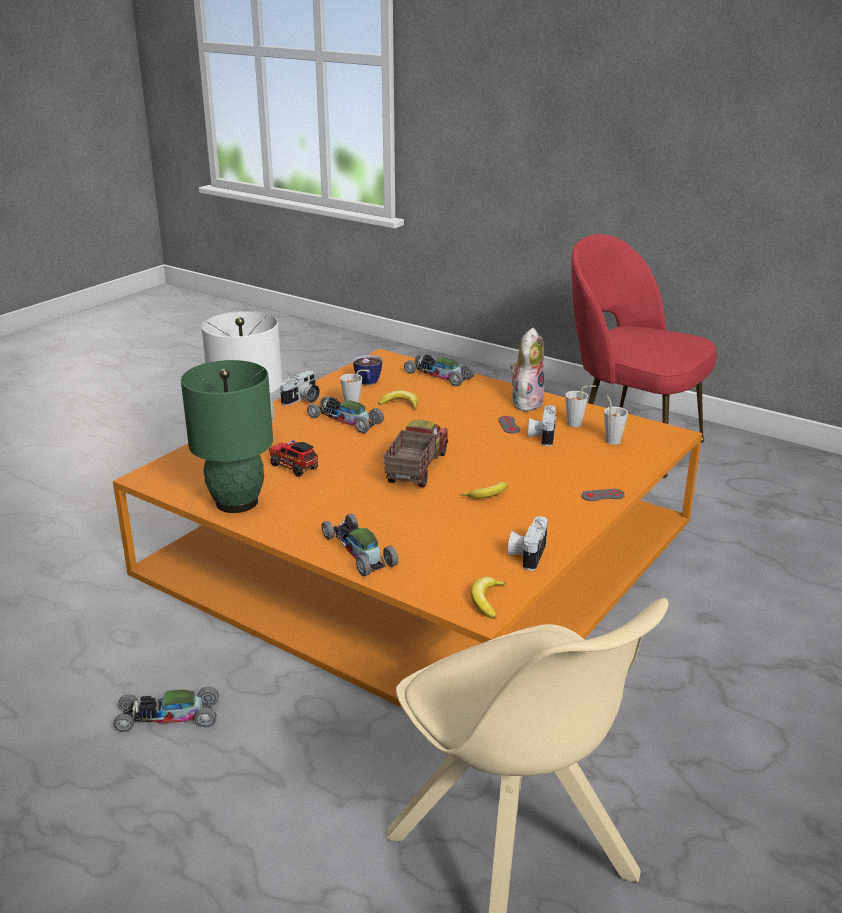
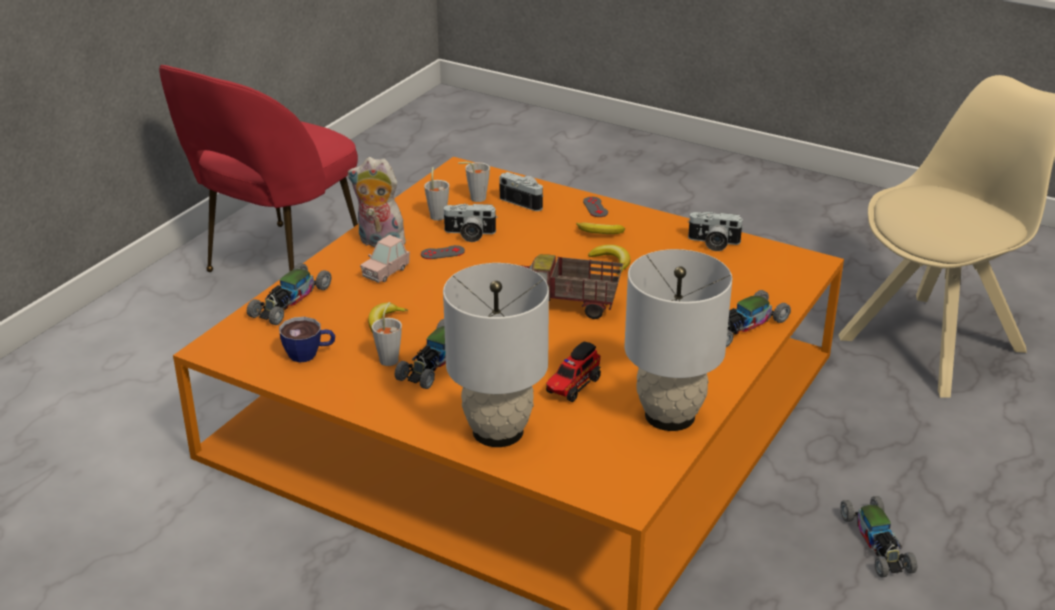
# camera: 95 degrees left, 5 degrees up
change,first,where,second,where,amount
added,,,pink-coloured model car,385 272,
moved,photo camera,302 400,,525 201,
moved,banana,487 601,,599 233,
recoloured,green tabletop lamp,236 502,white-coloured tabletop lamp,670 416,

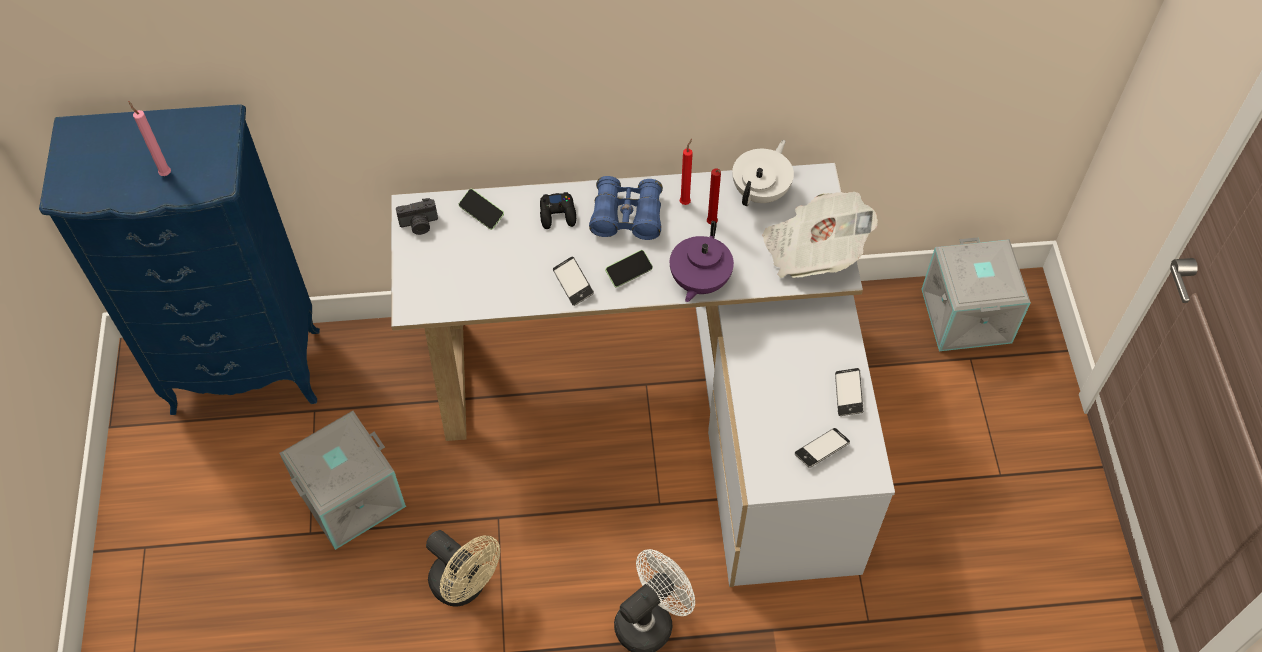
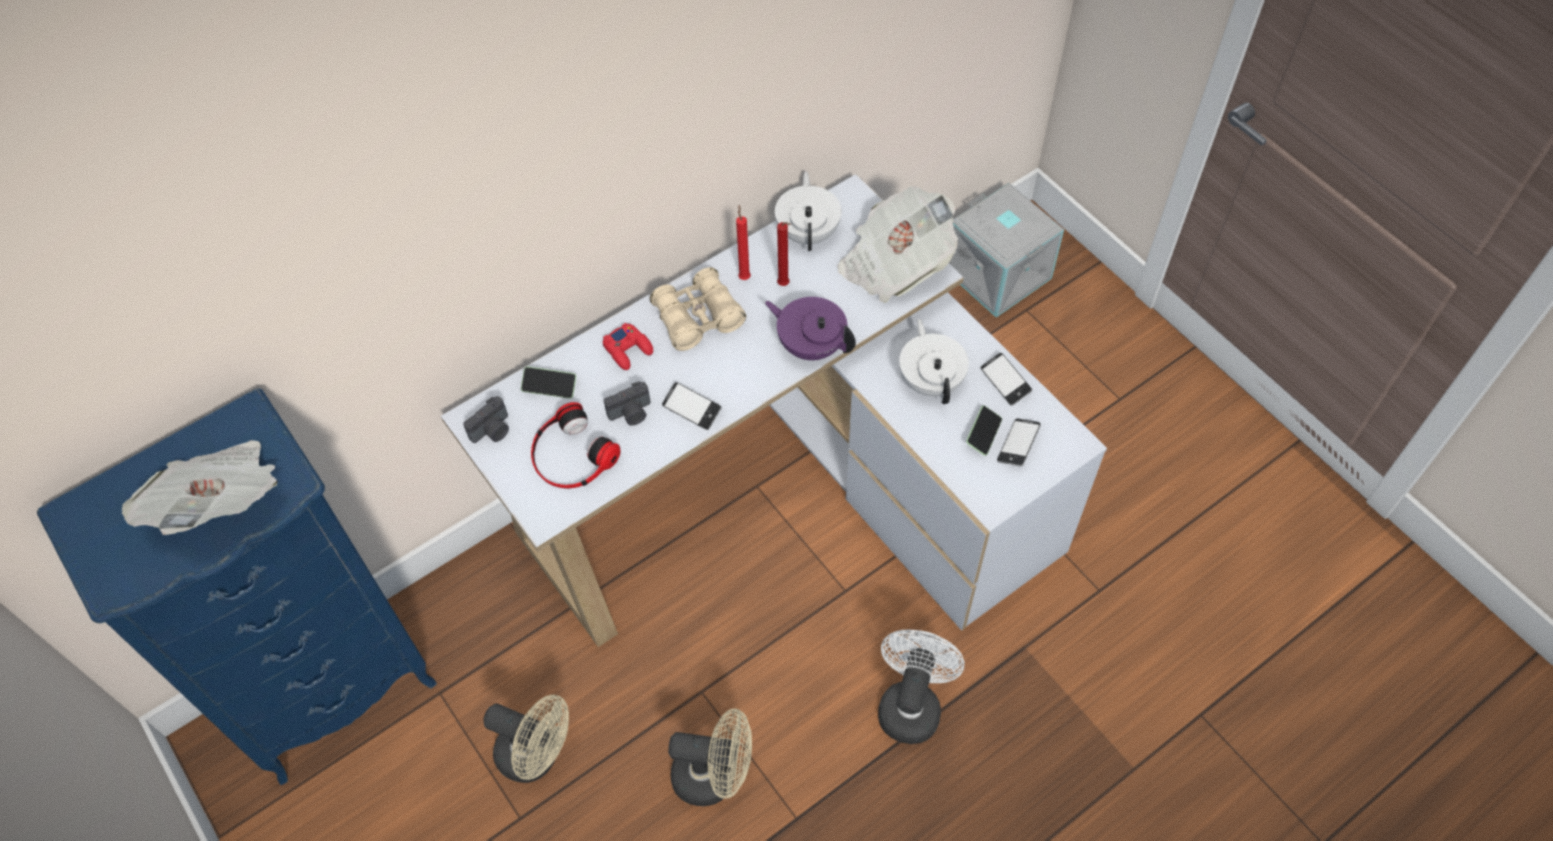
# camera: 30 degrees left, 0 degrees up
change,first,where,second,where,amount
added,,,pair of headphones,571 455,
added,,,photo camera,631 414,
added,,,white-coloured tea pot,931 380,
moved,telephone,629 272,,983 434,
replaced,pink-coloured wax candle,165 173,daily paper,221 504,
replaced,grey storage container,350 495,sand-coloured cooling fan,537 756,
recoloured,black game controller,558 214,reddish game controller,628 349,
recoloured,blue-coloured pair of binoculars,627 216,sand-coloured pair of binoculars,698 318,
turned,purplish tea pot,699 281,,811 345,135 degrees clockwise

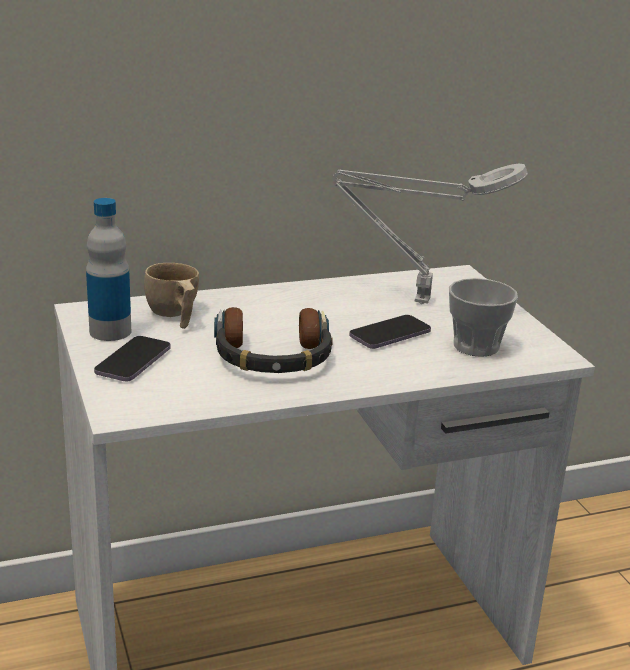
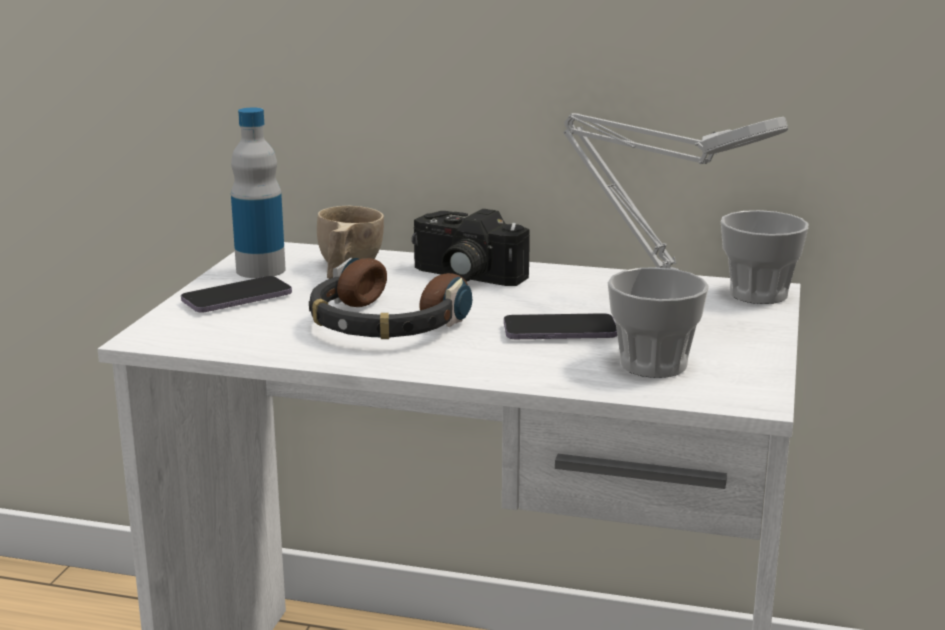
# camera: 35 degrees right, 5 degrees down
change,first,where,second,where,amount
added,,,photo camera,463 276,
added,,,cup,758 294,

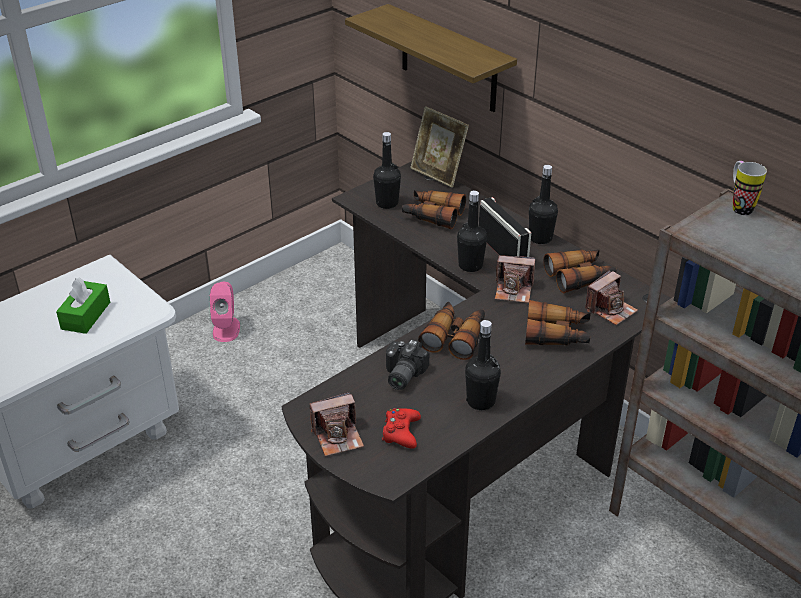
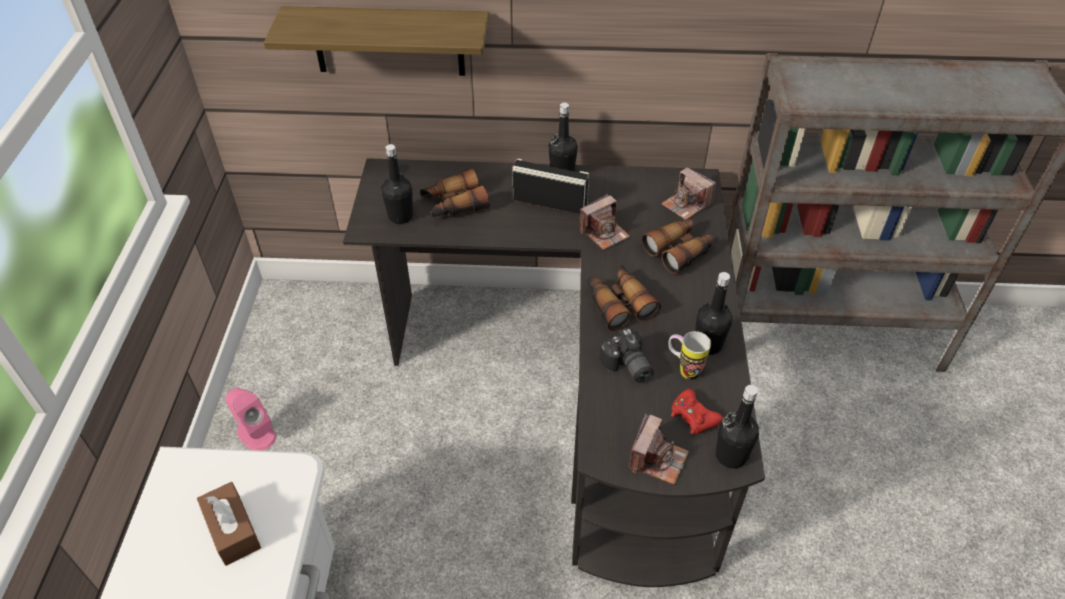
# camera: 45 degrees left, 10 degrees up
change,first,where,second,where,amount
removed,photo frame,438 174,,,
removed,pair of binoculars,580 277,,,
moved,black drink bottle,470 265,,731 456,
moved,coffee mug,739 206,,683 369,
recoloured,green tissue box,86 315,brown tissue box,232 530,
turned,photo camera,610 310,,686 204,135 degrees clockwise

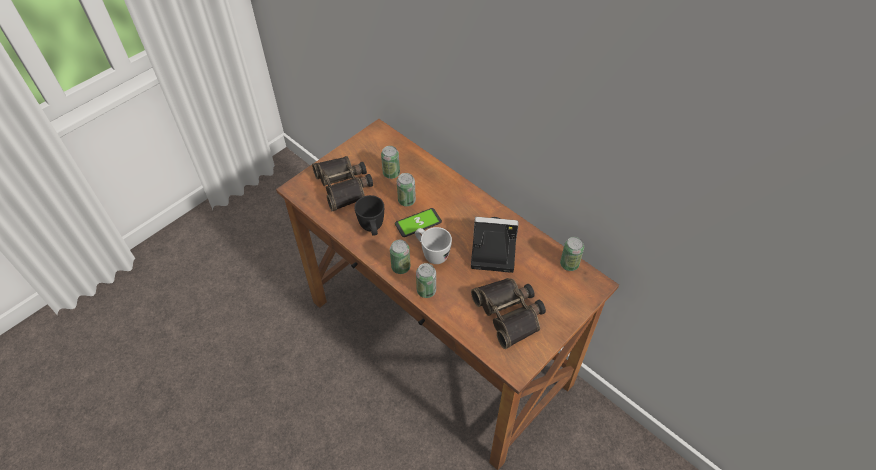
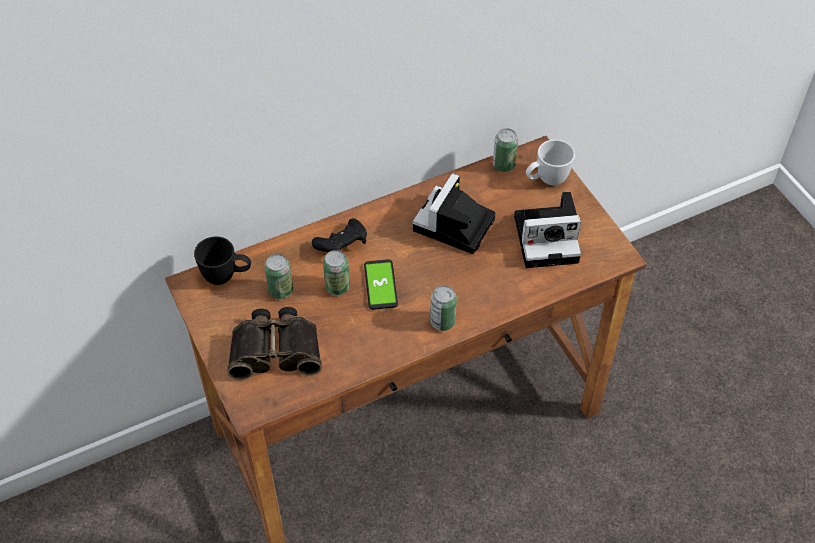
# camera: 70 degrees left, 0 degrees up
change,first,where,second,where,amount
removed,can,426 290,,,
added,,,black game controller,342 245,
moved,black coffee mug,372 229,,226 276,
moved,white-coloured coffee mug,431 254,,546 180,
replaced,pair of binoculars,510 313,photo camera,549 238,

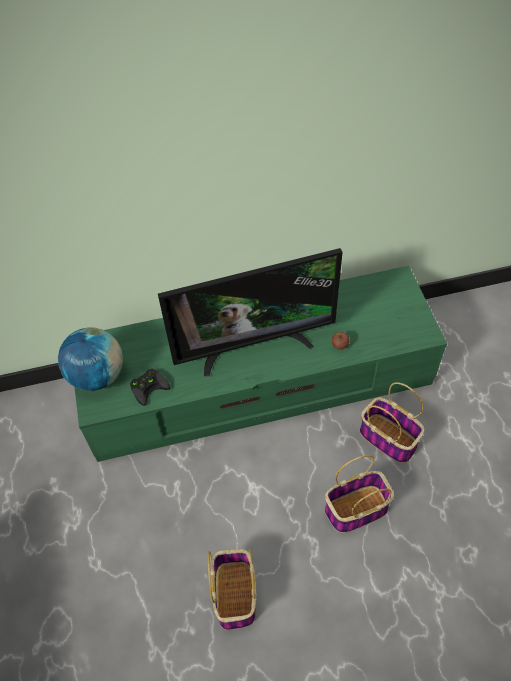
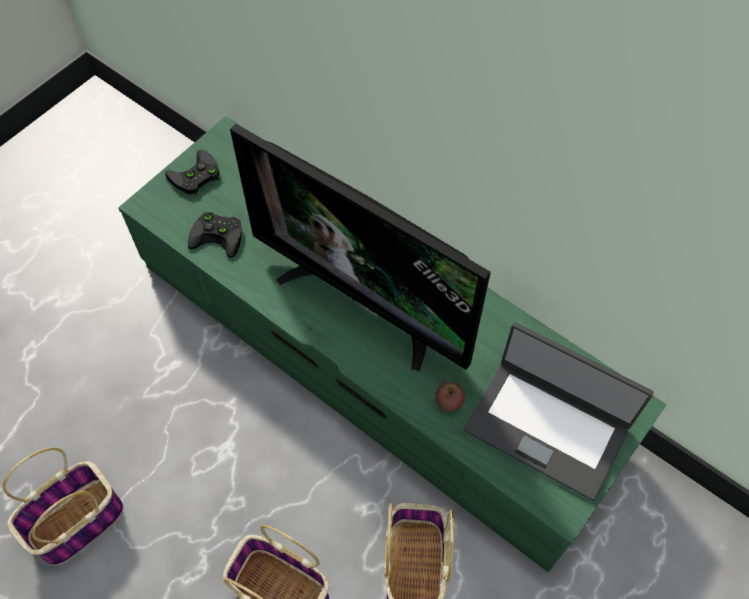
# camera: 50 degrees right, 5 degrees up
change,first,where,second,where,amount
added,,,laptop,547 427,
replaced,globe,97 376,black game controller,195 177,

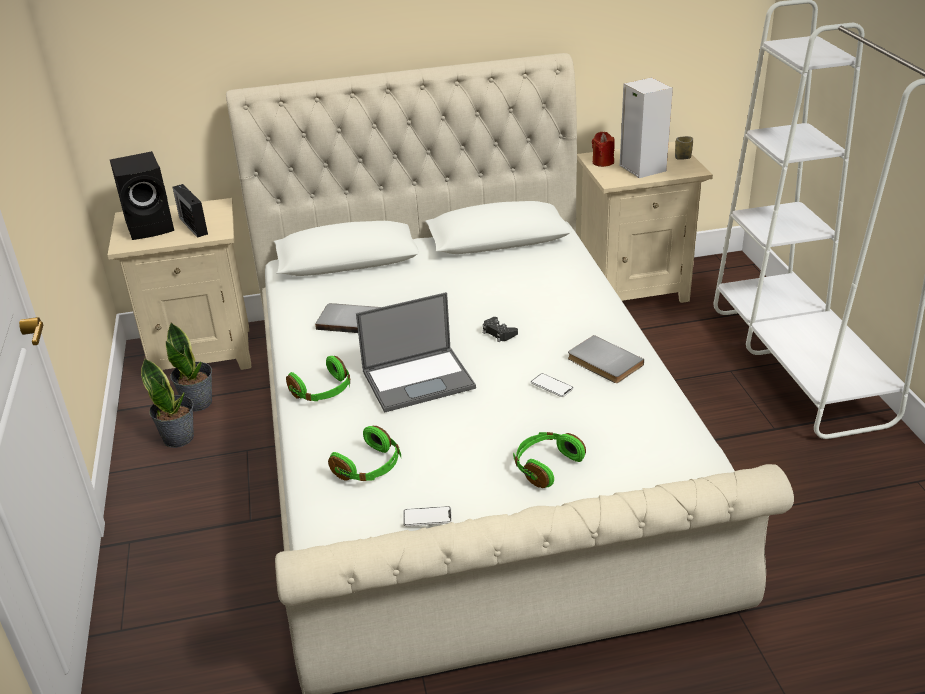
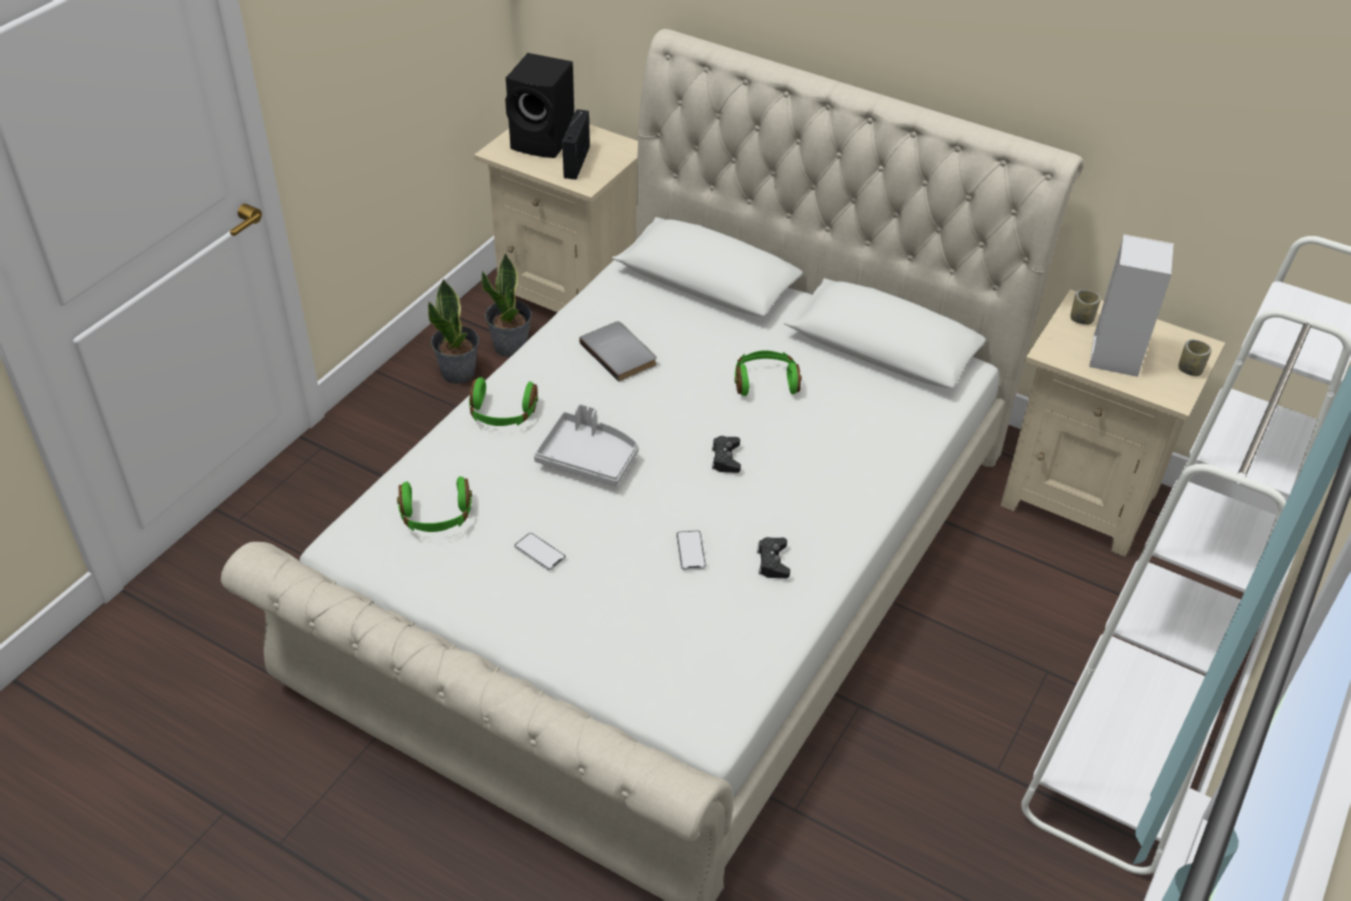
# camera: 40 degrees right, 10 degrees up
change,first,where,second,where,amount
moved,telephone,427 517,,540 552,
moved,green pair of headphones,546 465,,765 381,
replaced,laptop,419 379,grey carrying tray,588 458,
replaced,grey bound book,603 363,black game controller,772 562,
replaced,reddish wax candle,602 162,cup,1081 319,

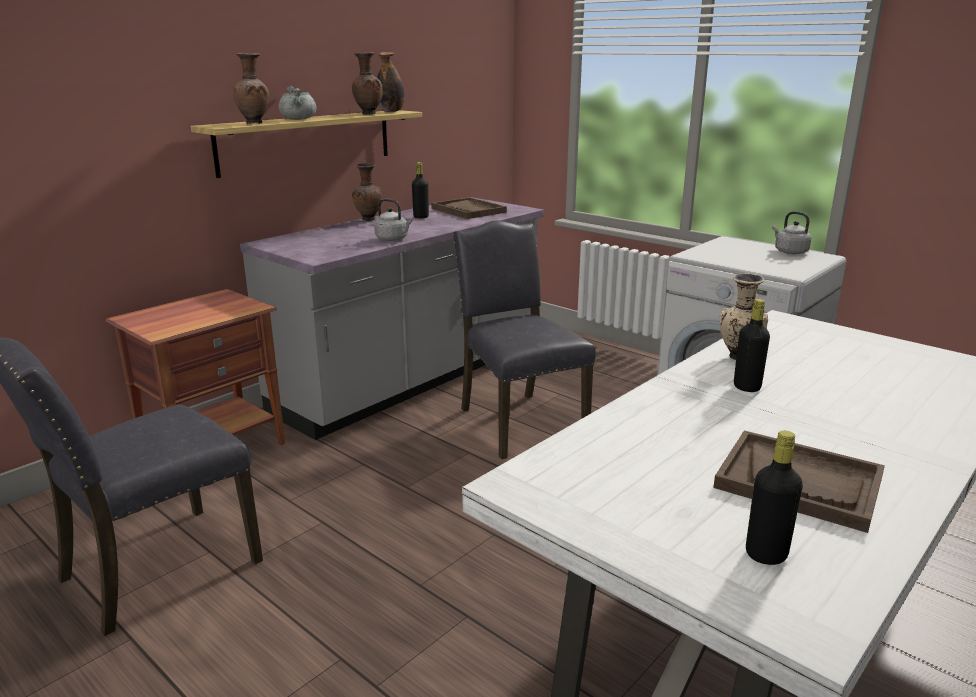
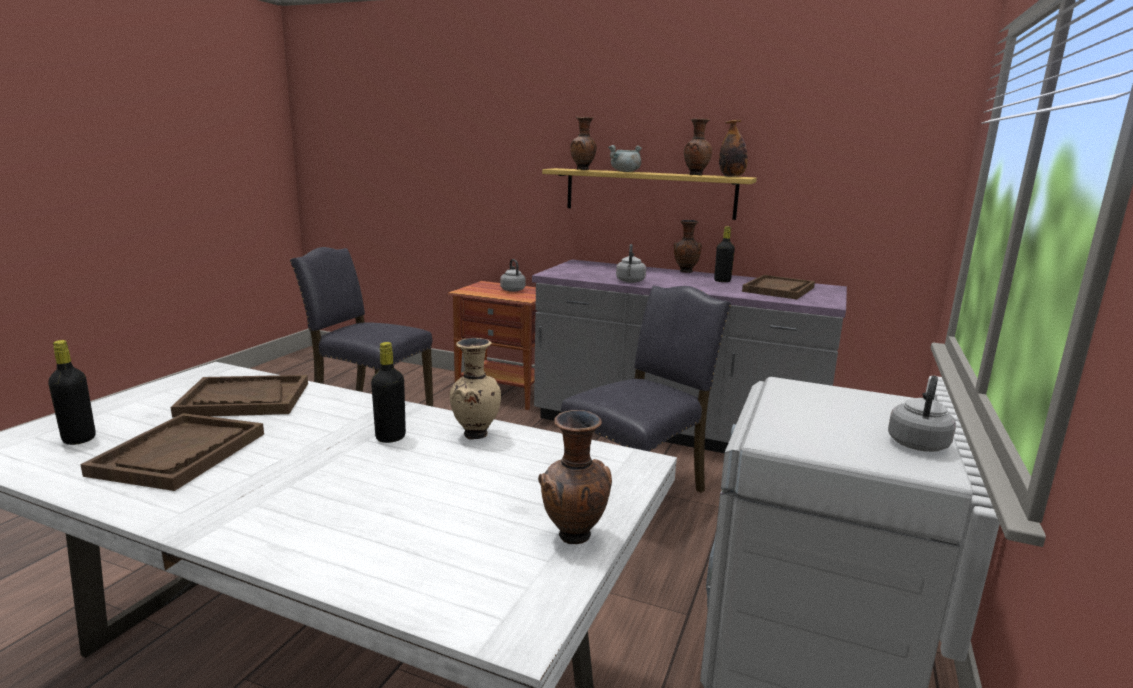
# camera: 70 degrees right, 5 degrees down
change,first,where,second,where,amount
added,,,brown carrying tray,244 399,
added,,,grey kettle,512 290,
added,,,brown vase,573 538,

